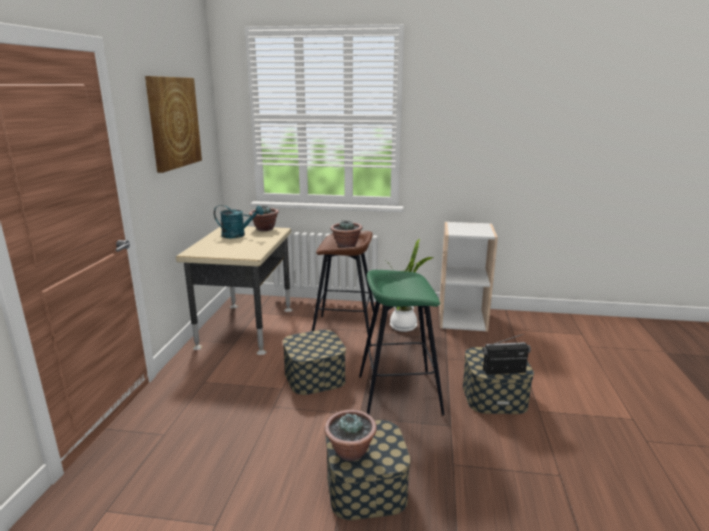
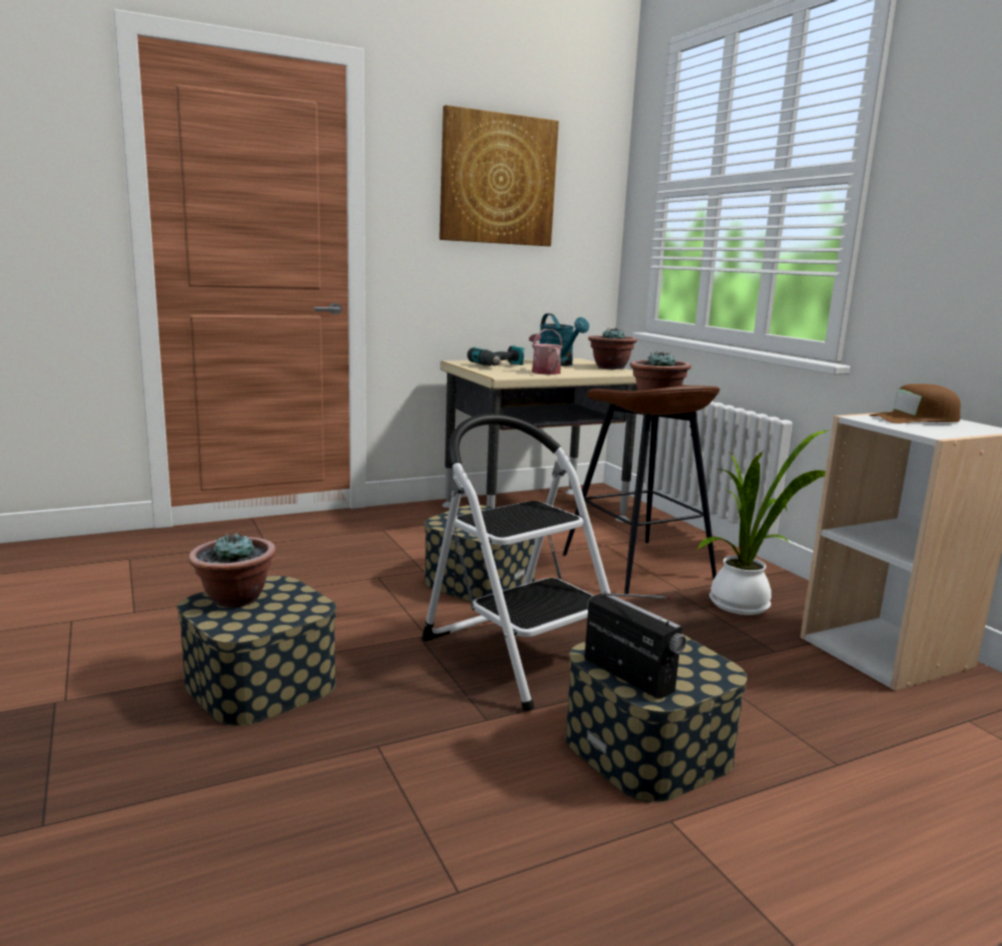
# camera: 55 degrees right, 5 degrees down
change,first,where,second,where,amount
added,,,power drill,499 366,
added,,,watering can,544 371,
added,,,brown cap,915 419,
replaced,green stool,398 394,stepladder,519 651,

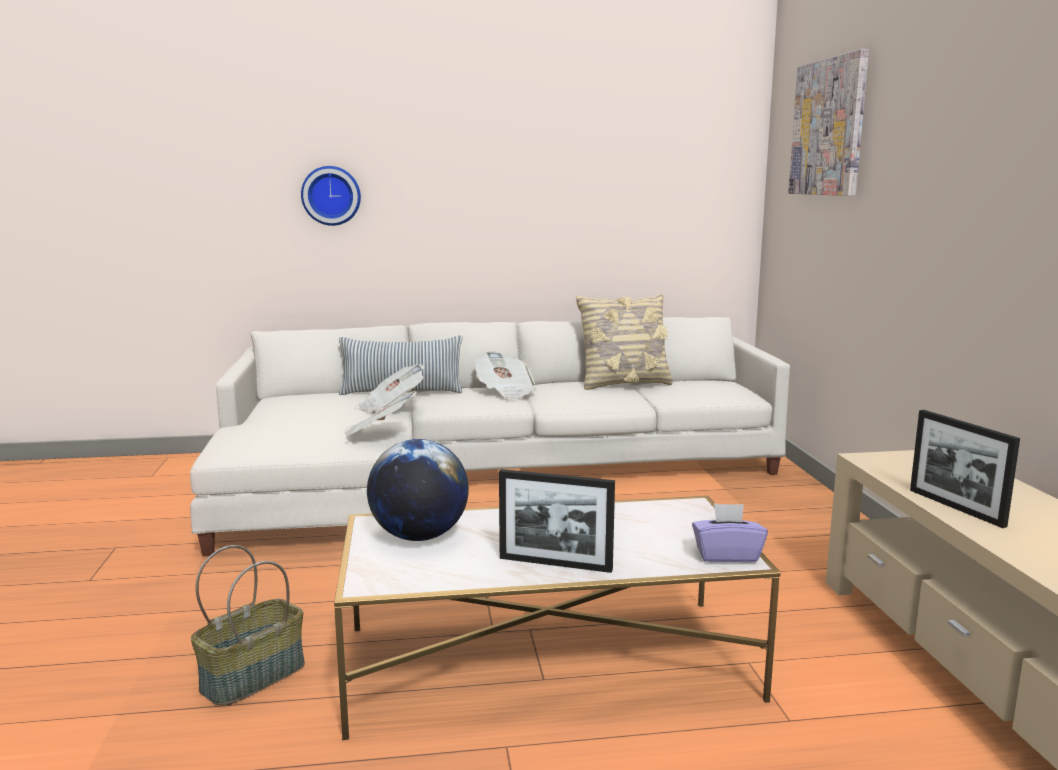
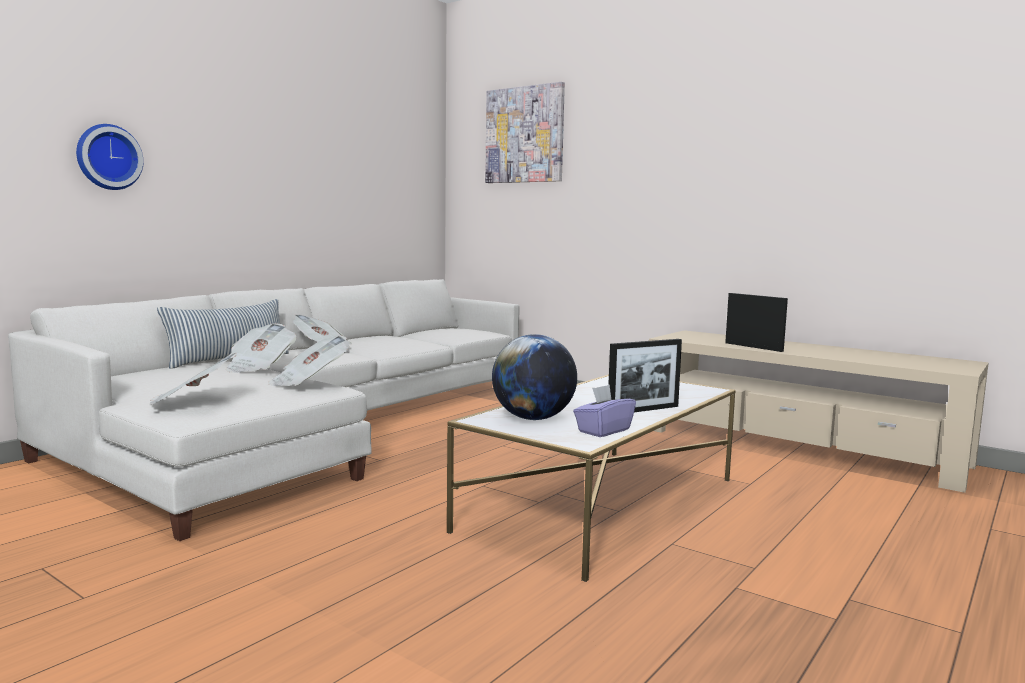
# camera: 45 degrees left, 5 degrees down
change,first,where,second,where,amount
removed,household basket,253 676,,,
removed,sand-coloured cushion,624 385,,,
added,,,daily paper,191 402,
moved,purplish tissue box,727 555,,603 431,
turned,photo frame,955 507,,753 347,150 degrees counterclockwise

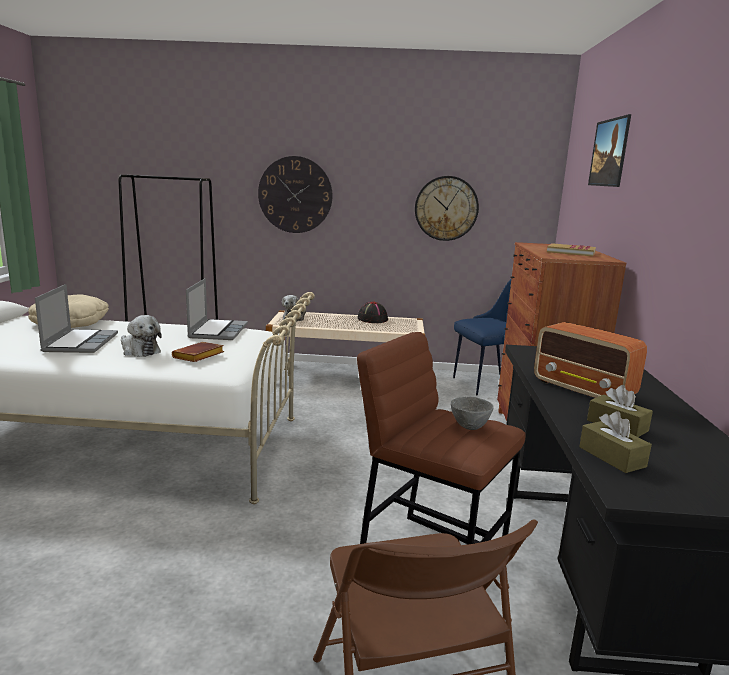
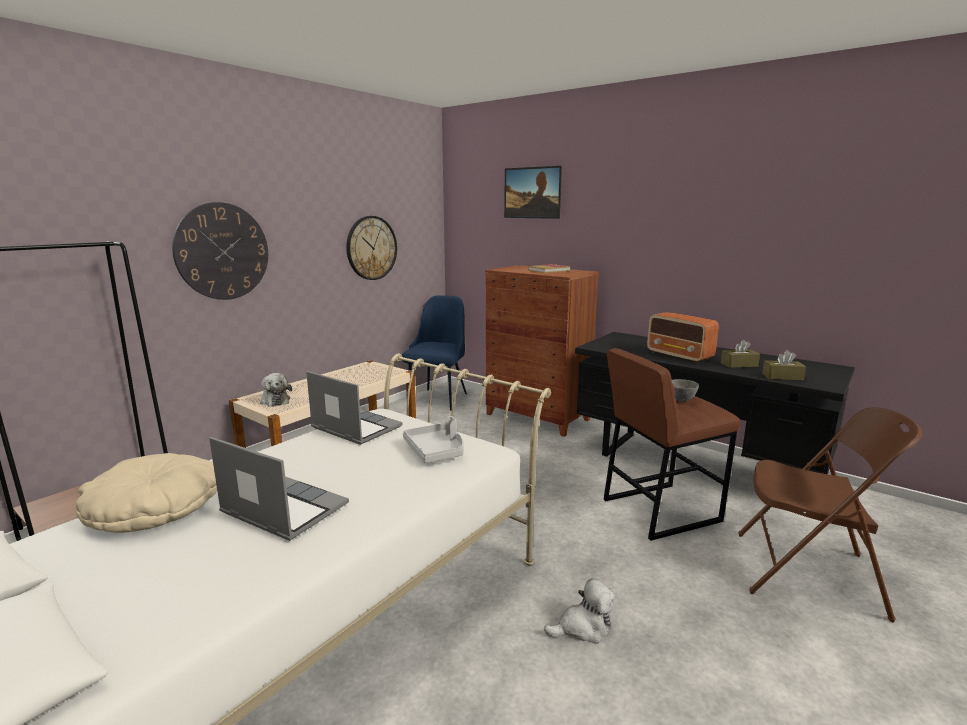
# camera: 55 degrees left, 0 degrees up
change,first,where,second,where,amount
removed,black hat,372 319,,,
moved,cuddly toy,139 350,,583 627,
replaced,brown bound book,198 356,grey carrying tray,436 451,
turned,radio set,584 390,,680 355,60 degrees clockwise

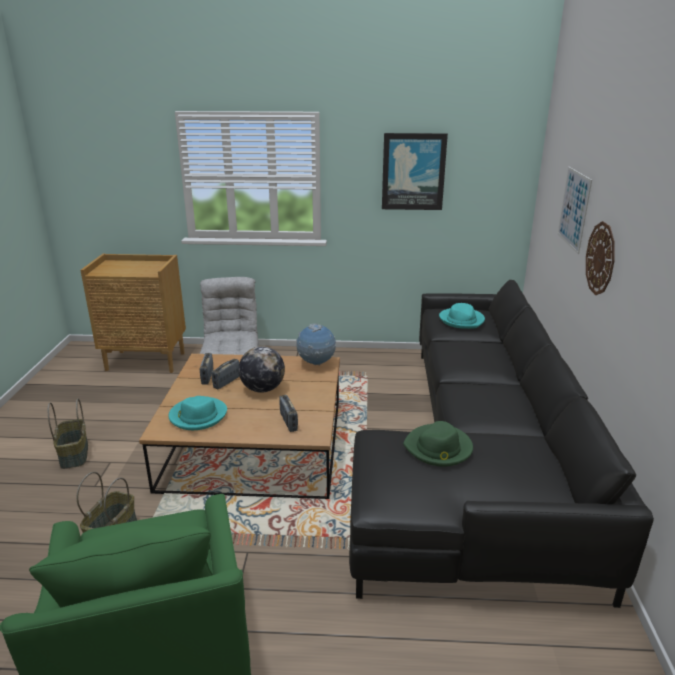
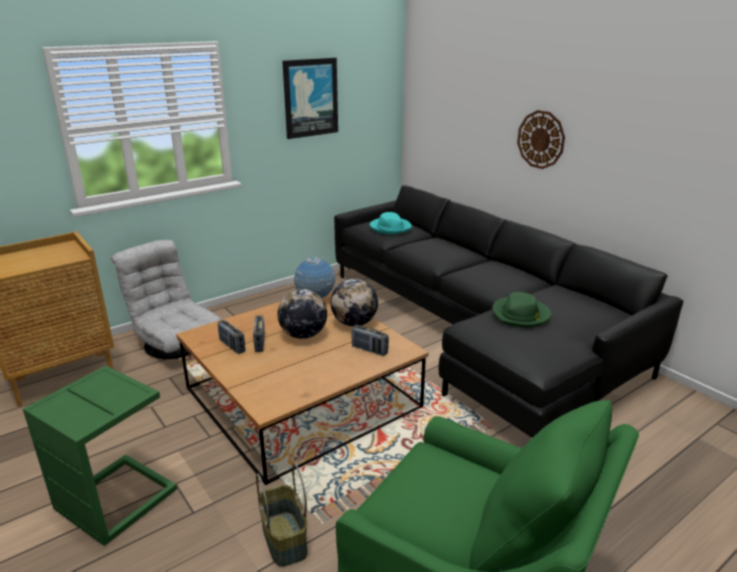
# camera: 40 degrees left, 0 degrees up
change,first,where,second,where,amount
removed,turquoise hat,198 416,,,
removed,wall picture,574 209,,,
added,,,globe,354 323,
replaced,household basket,75 454,green side table,119 499,

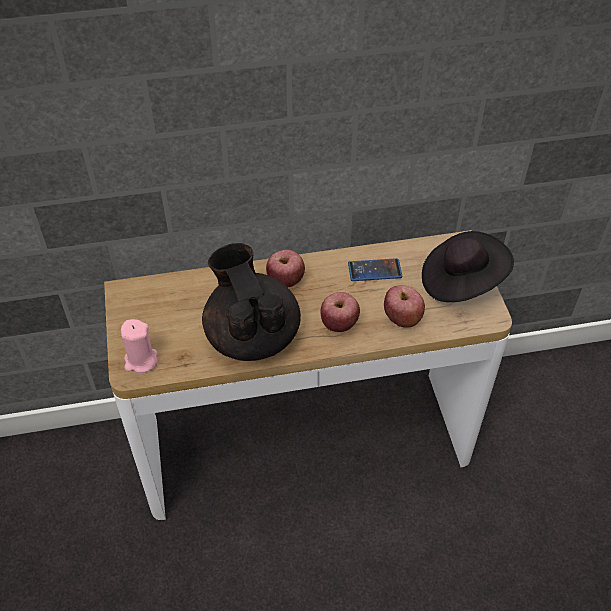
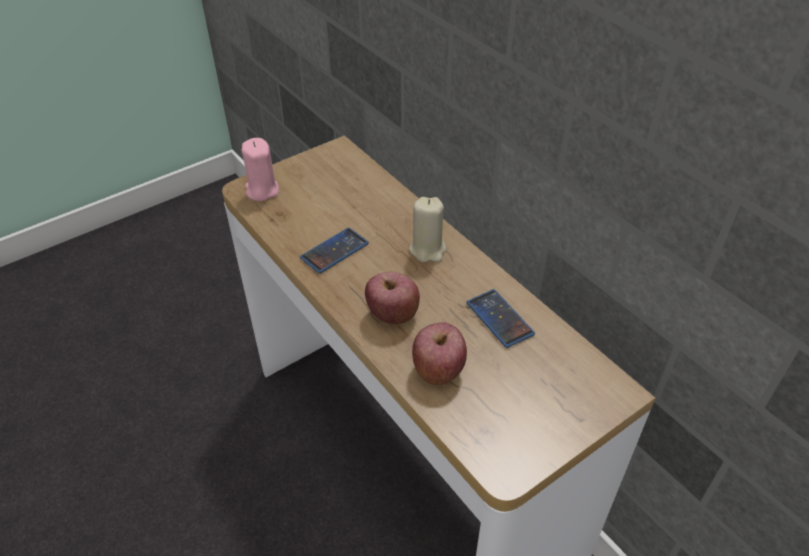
# camera: 65 degrees right, 5 degrees down
change,first,where,second,where,amount
removed,black hat,461 281,,,
replaced,black tea pot,252 335,telephone,334 251,
replaced,whole apple,286 281,sand-coloured wax candle,428 249,

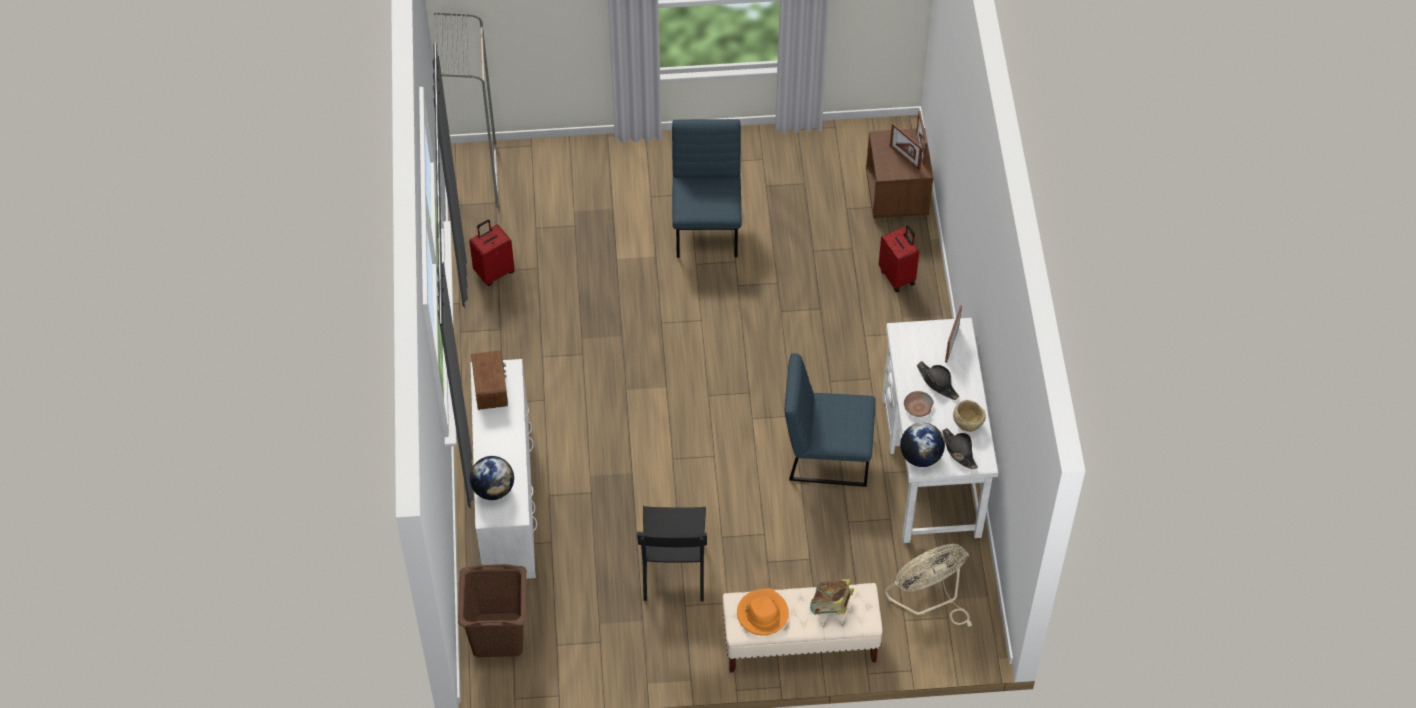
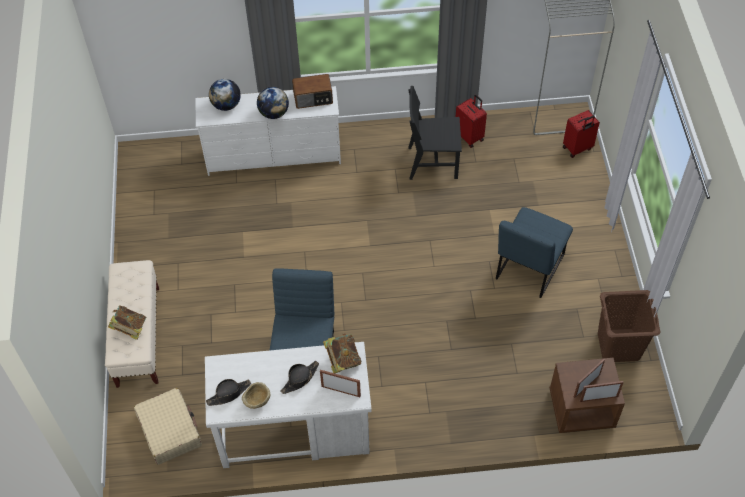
# camera: 90 degrees right, 0 degrees up
change,first,where,second,where,amount
removed,orangey hat,762 614,,,
removed,brown serving bowl,917 407,,,
added,,,bound book,342 360,
moved,brown washing basket,497 635,,618 345,
moved,black chair,673 571,,432 162,
moved,reddish piece of luggage,898 276,,577 148,
moved,globe,920 456,,274 113,
replaced,sand-coloured cooling fan,934 597,sand-coloured piece of luggage,169 430,
turned,blue-coloured chair,707 226,,528 268,120 degrees clockwise

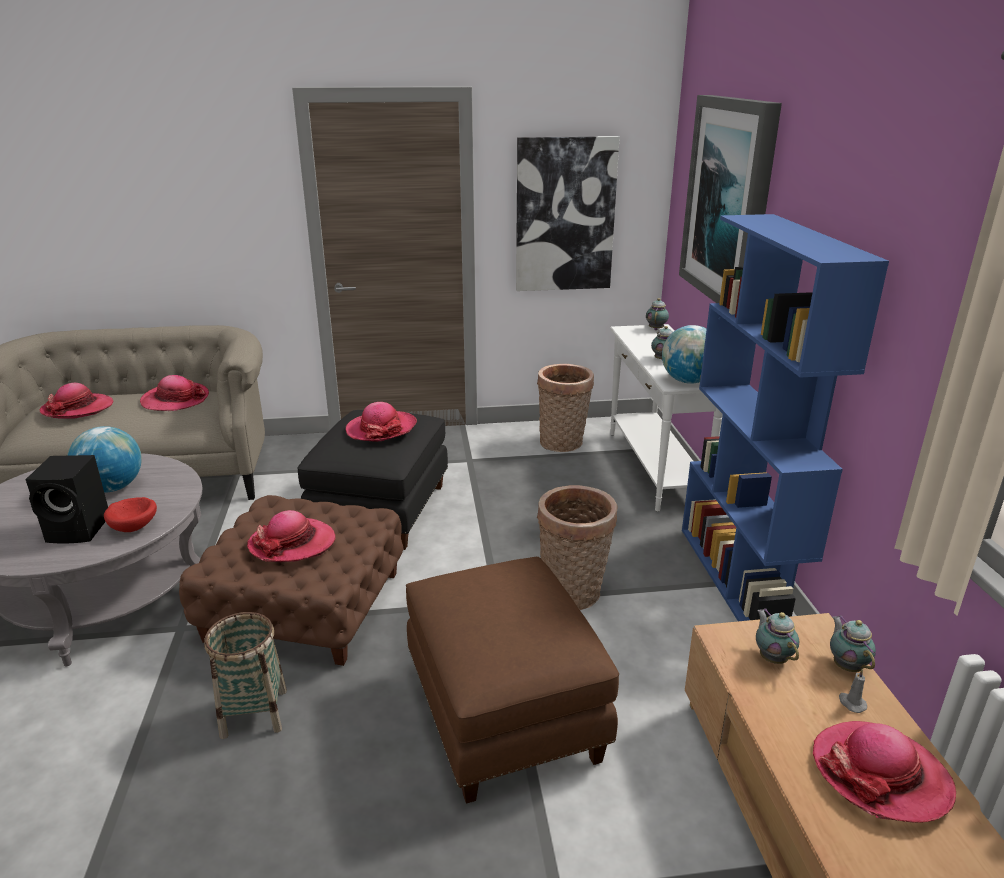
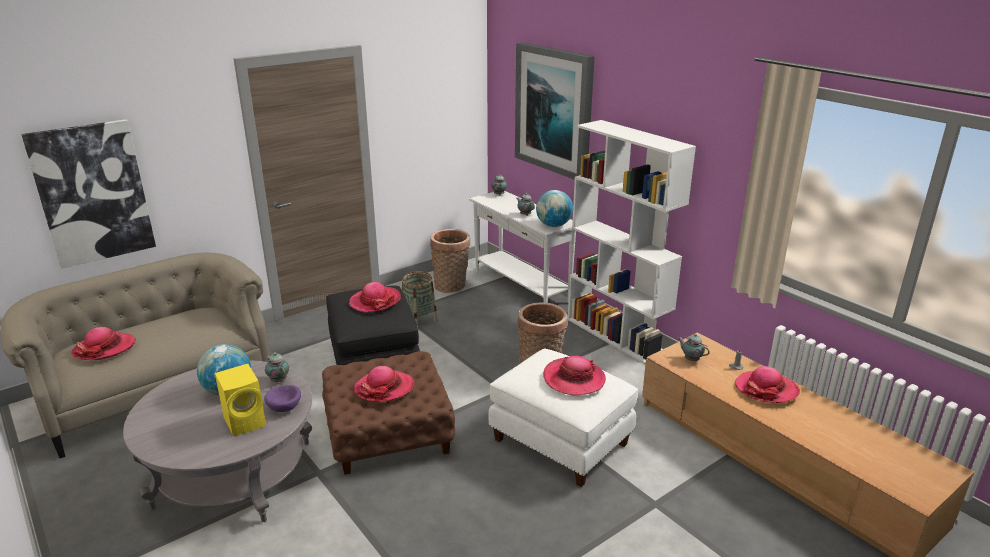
# camera: 30 degrees left, 0 degrees up
change,first,where,second,where,amount
moved,hat,175 400,,574 379,
moved,household basket,254 713,,419 320,
moved,wall picture,565 215,,92 193,
moved,tea pot,846 665,,278 380,
recoloured,black audio speaker,80 529,yellowish audio speaker,246 421,
recoloured,reddish serving bowl,135 527,purplish serving bowl,284 407,
recoloured,brown pouffe,506 713,white-coloured pouffe,561 442,
recoloured,blue-coloured bookshelf,738 579,white-coloured bookshelf,617 336,

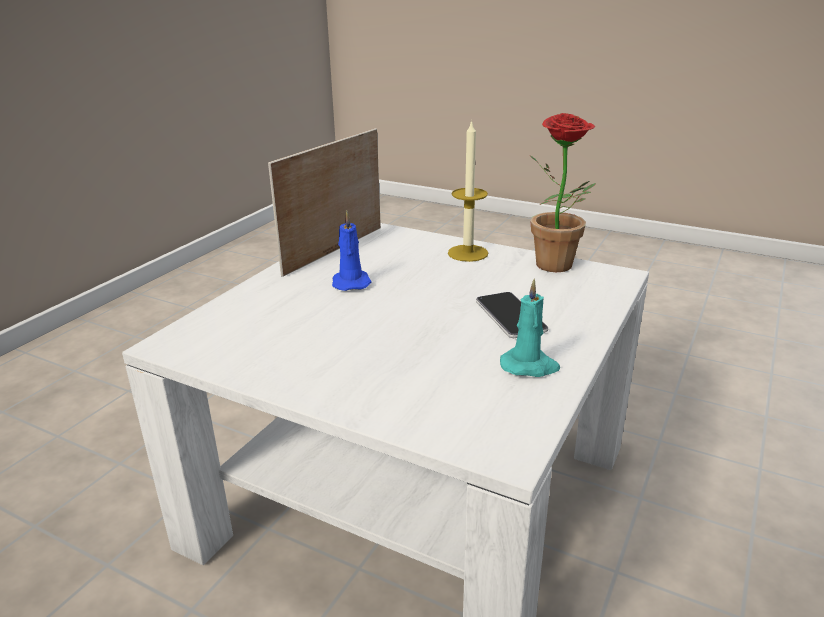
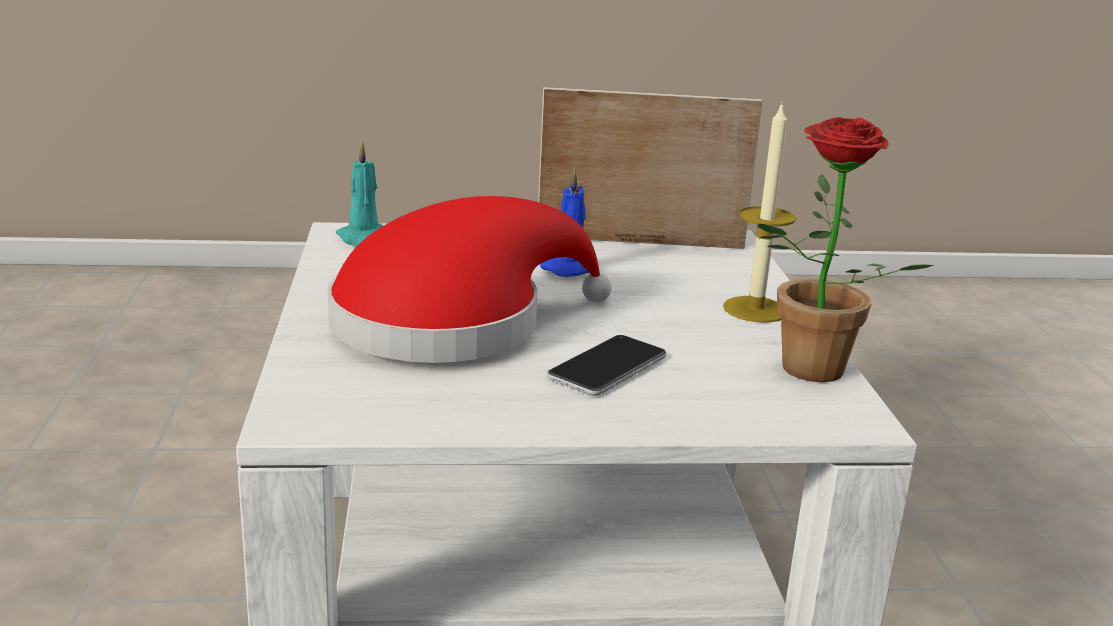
# camera: 55 degrees right, 5 degrees down
change,first,where,second,where,amount
added,,,reddish hat,452 323,
moved,turquoise wax candle,529 366,,364 240,

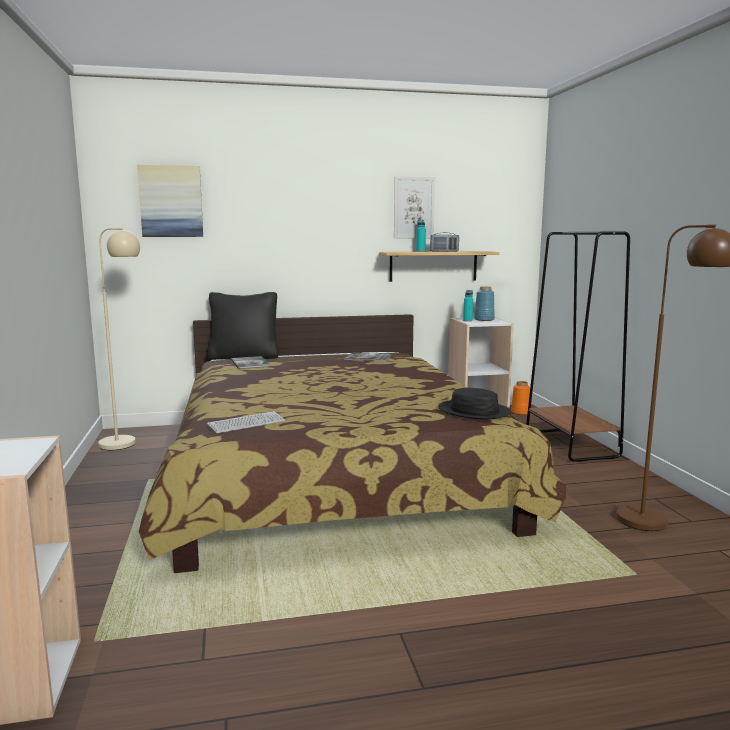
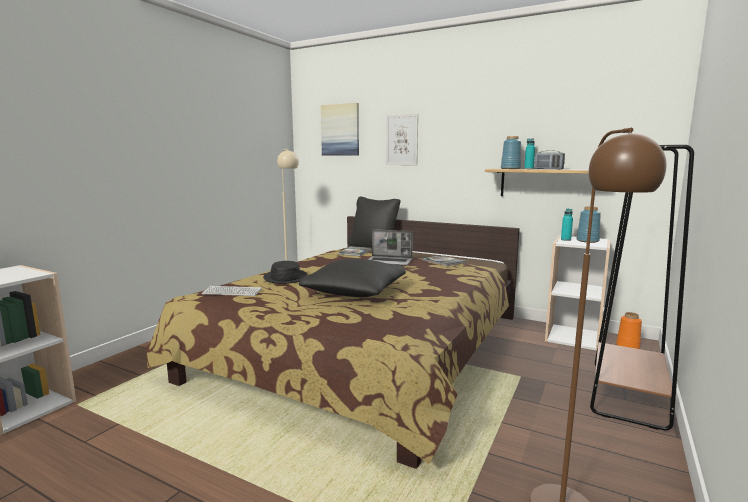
# camera: 40 degrees right, 0 degrees up
change,first,where,second,where,amount
added,,,black cushion,355 292,
added,,,laptop,389 262,
added,,,blue-coloured vase,511 168,
moved,wall picture,414 207,,401 140,
moved,black hat,474 411,,285 277,

